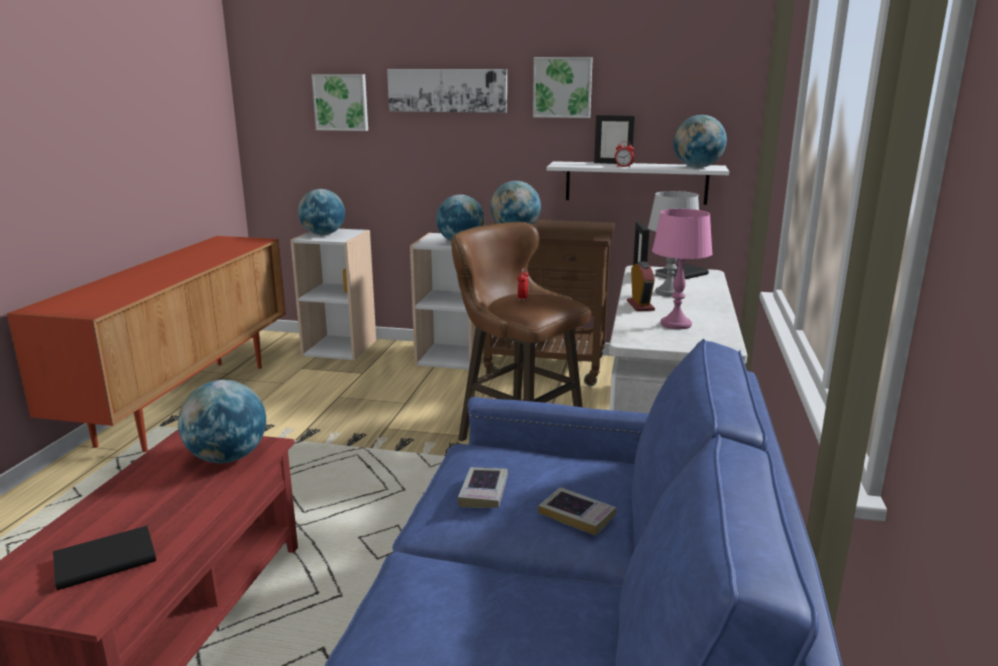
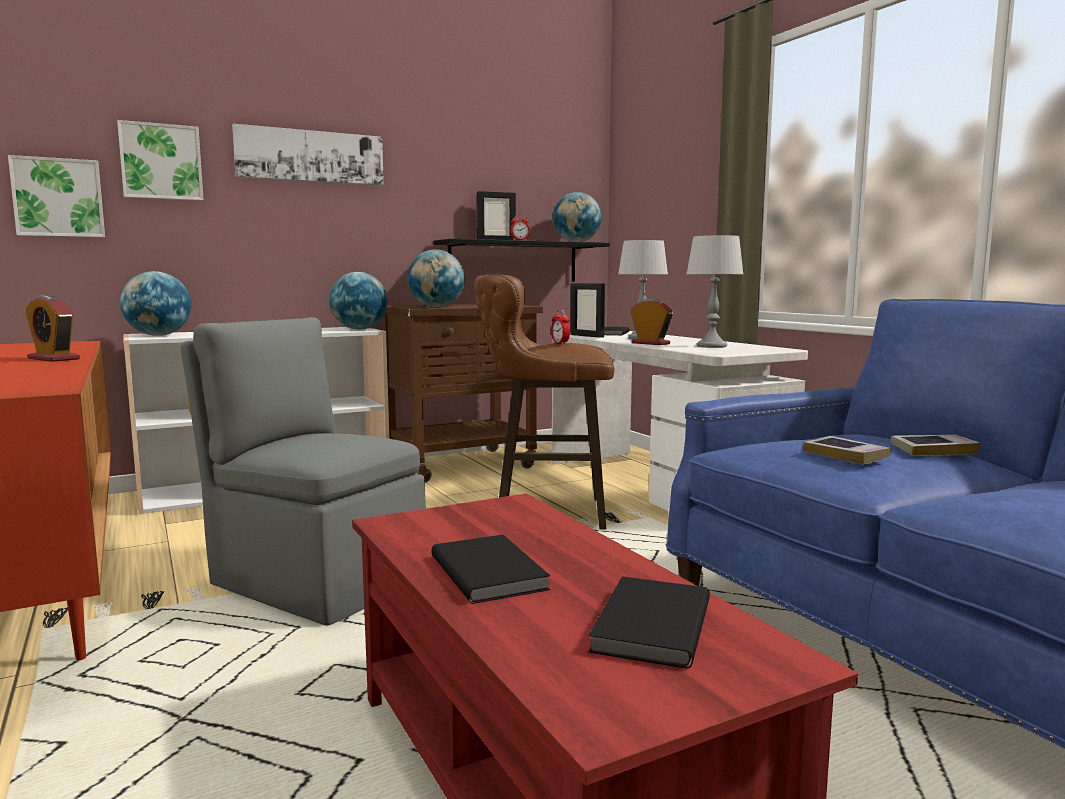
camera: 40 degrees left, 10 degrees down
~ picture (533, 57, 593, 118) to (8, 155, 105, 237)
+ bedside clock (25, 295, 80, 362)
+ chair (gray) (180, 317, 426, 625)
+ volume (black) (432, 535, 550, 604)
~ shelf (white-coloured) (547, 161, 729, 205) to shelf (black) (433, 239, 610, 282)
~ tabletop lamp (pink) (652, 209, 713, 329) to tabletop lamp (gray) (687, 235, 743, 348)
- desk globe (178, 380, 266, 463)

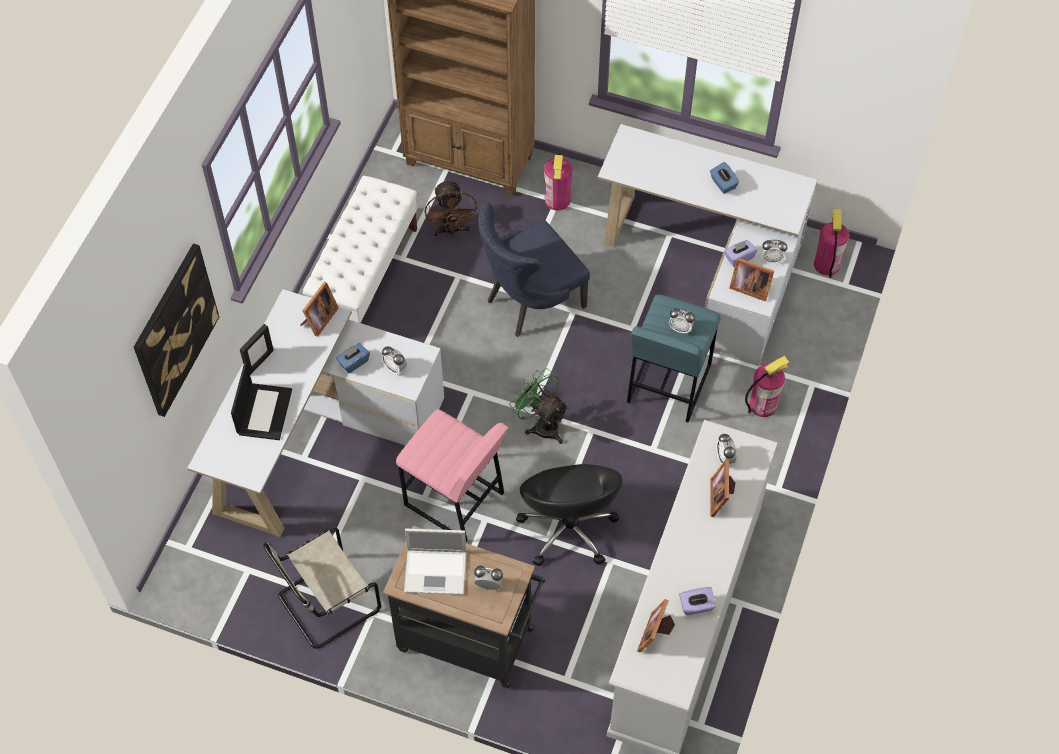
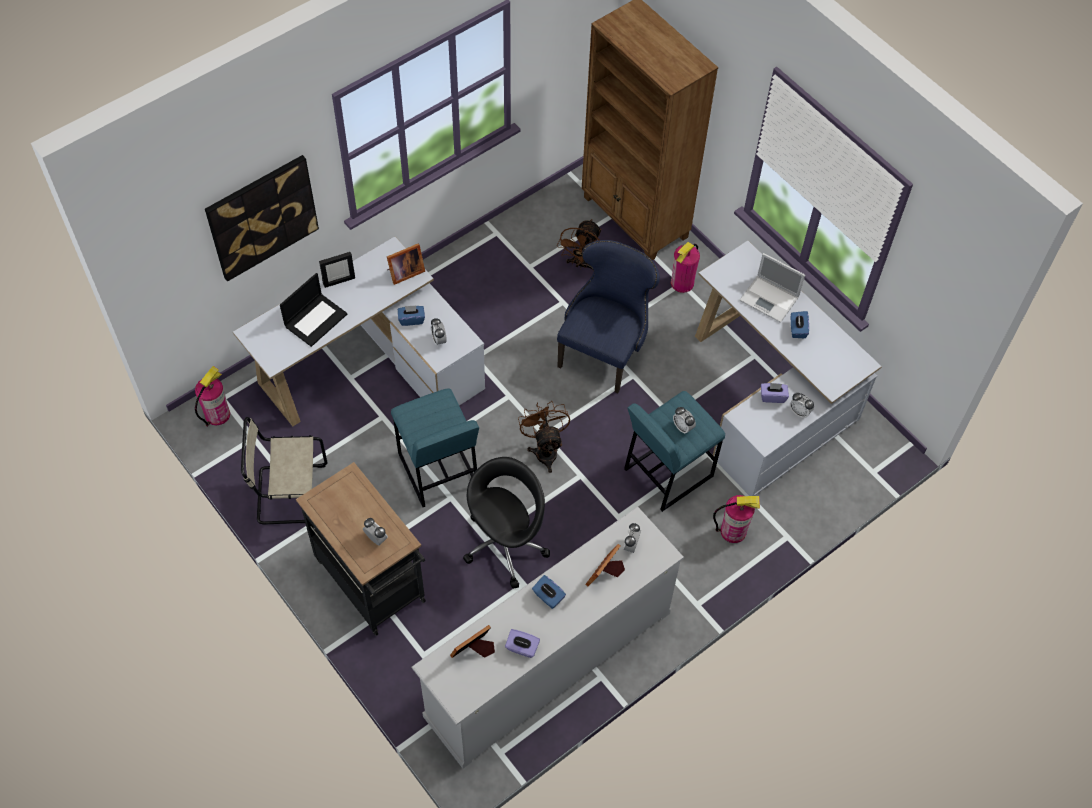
camera: 30 degrees right, 0 degrees up
~ fire extinguisher (814, 209, 849, 278) to (195, 366, 230, 427)
~ stool (pink) (396, 409, 508, 542) to stool (blue-coloured) (391, 388, 479, 507)
~ desk chair (black) (516, 464, 623, 566) = (463, 457, 550, 588) 150 degrees counterclockwise
~ fan (green) (509, 368, 568, 444) to fan (brown-coloured) (518, 401, 570, 473)
+ tissue box (blue-coloured) (532, 575, 566, 609)
~ chair (blue-coloured) (478, 202, 590, 337) = (557, 240, 660, 393) 120 degrees clockwise
~ laptop (404, 528, 466, 595) to (739, 253, 805, 323)
- long seat (white-coloured) (302, 176, 417, 323)
- photo frame (729, 258, 774, 301)

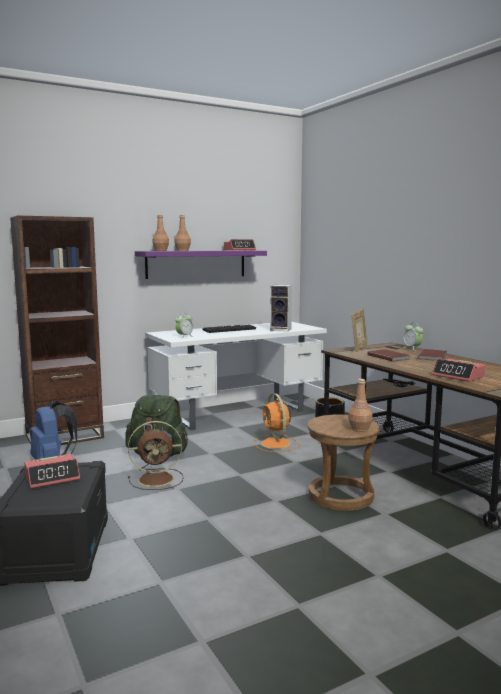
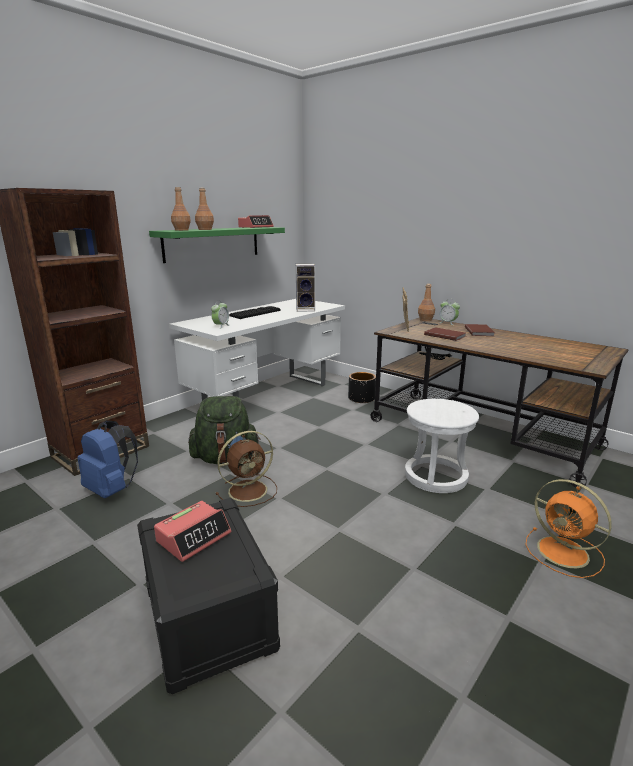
camera: 20 degrees left, 10 degrees up
~ shelf (purplish) (135, 251, 267, 279) to shelf (green) (149, 227, 285, 263)
~ stool (brown-coloured) (307, 415, 380, 511) to stool (white-coloured) (405, 399, 479, 493)
~ beverage bottle (brown-coloured) (348, 379, 373, 432) to (418, 284, 435, 321)
~ fan (orangey) (254, 393, 300, 452) to (526, 479, 612, 578)
- bedside clock (432, 359, 485, 382)

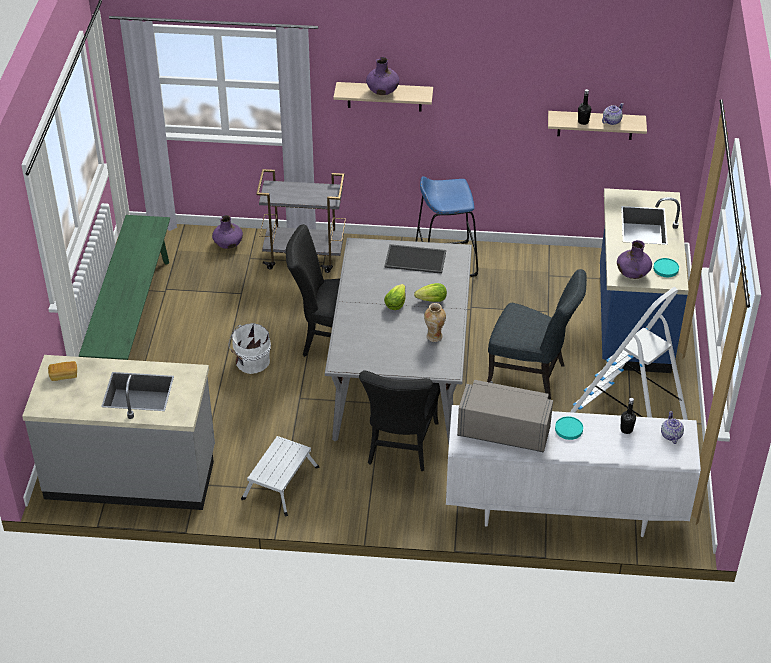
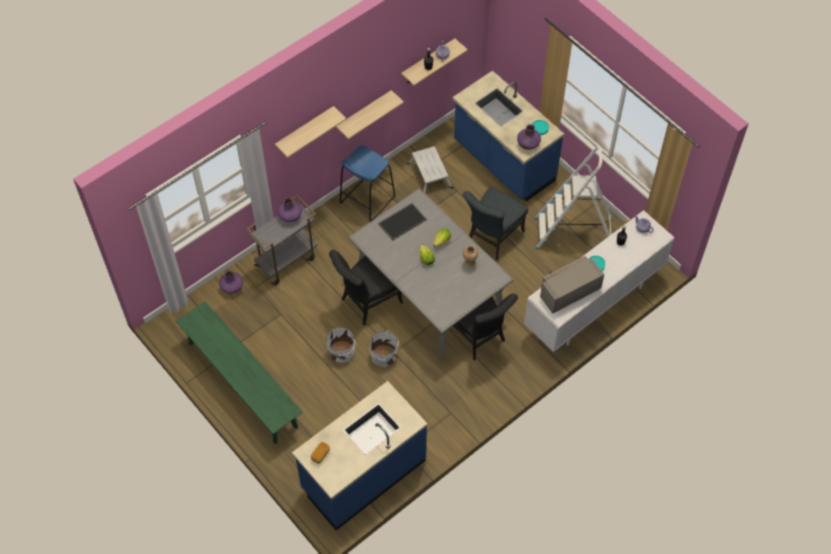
camera: 45 degrees left, 15 degrees up
~ flower vase (purplish) (366, 57, 400, 95) to (278, 198, 302, 222)
~ kitchen base unit (gray) (22, 355, 215, 510) to kitchen base unit (blue-coloured) (292, 381, 428, 530)
+ shelf (336, 90, 404, 139)
+ water bucket (white-coloured) (369, 331, 399, 367)
~ step stool (white-coloured) (241, 436, 320, 517) to (407, 146, 453, 193)
~ chair (gray) (487, 269, 587, 399) = (463, 187, 528, 260) 150 degrees clockwise

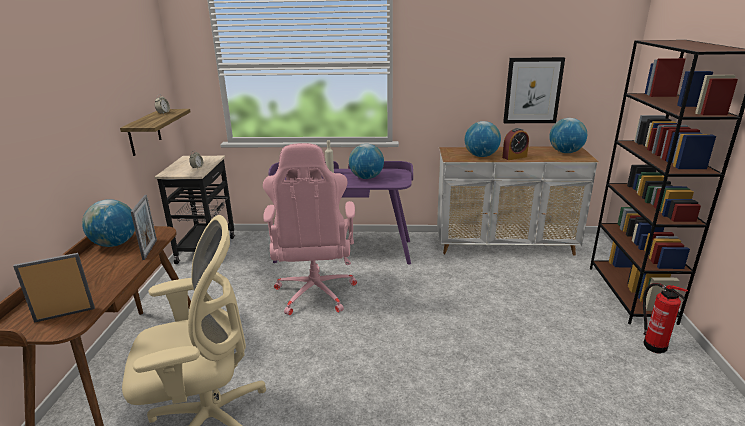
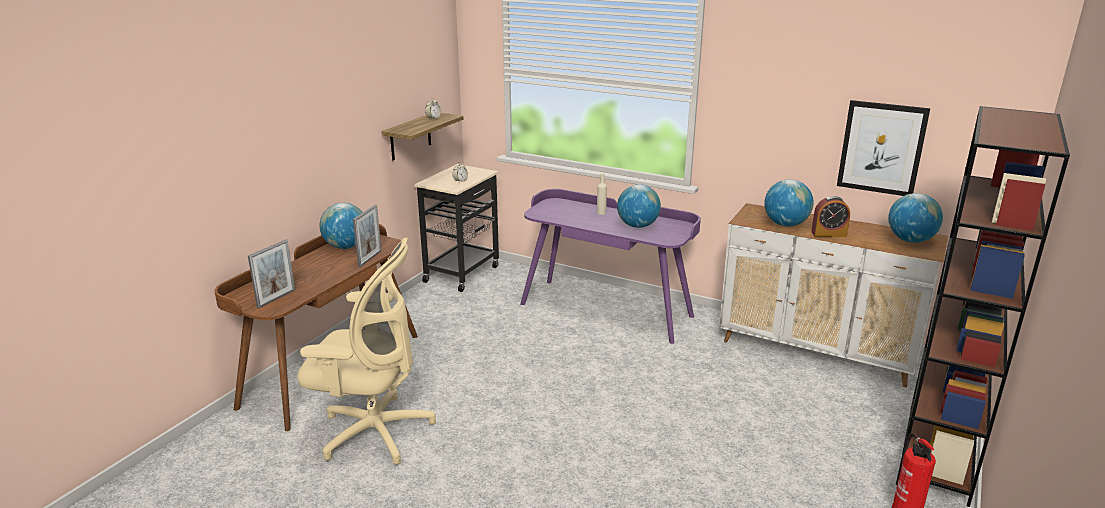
camera: 25 degrees right, 0 degrees up
~ photo frame (13, 253, 95, 323) = (248, 239, 295, 308) 120 degrees clockwise
- desk chair (pink) (263, 143, 357, 315)

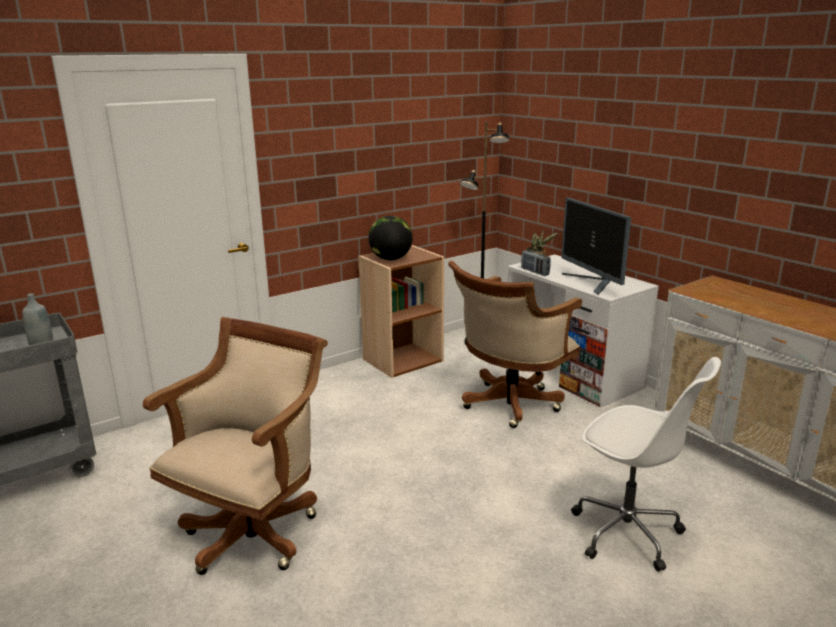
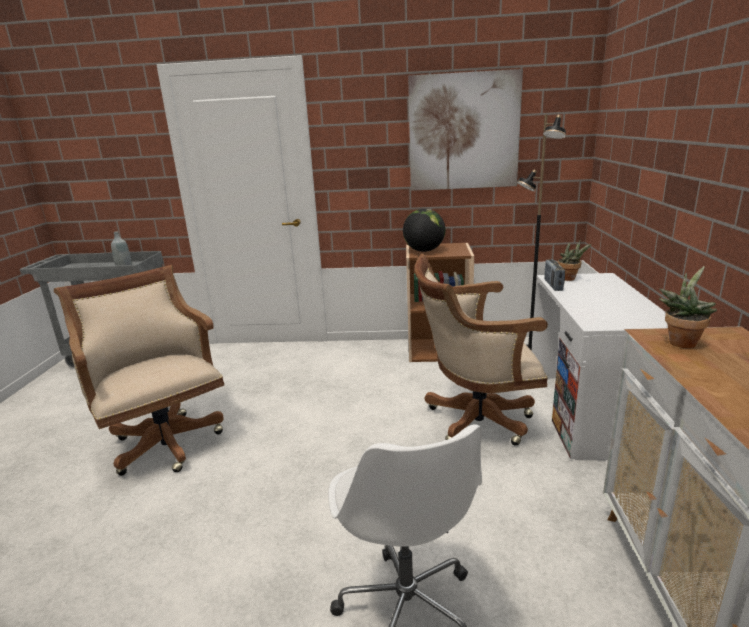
camera: 40 degrees right, 0 degrees up
~ desk chair (143, 317, 328, 575) = (54, 265, 224, 476) 105 degrees counterclockwise
+ picture (408, 69, 523, 191)
+ houseplant (659, 266, 717, 348)
- computer display (561, 197, 631, 295)

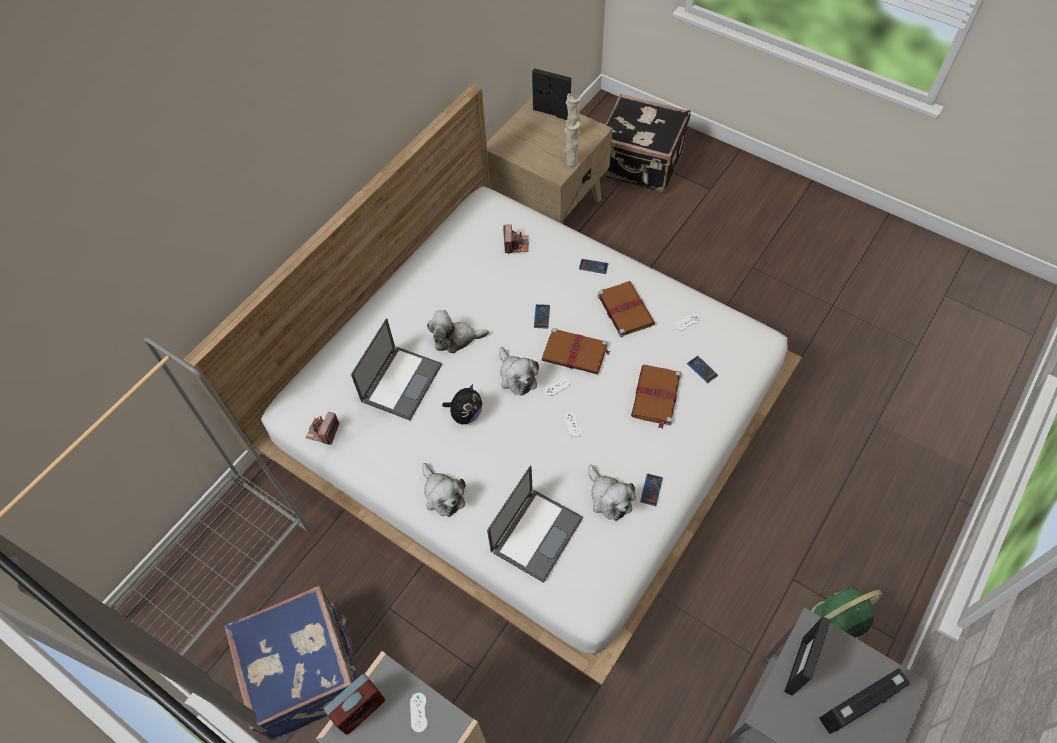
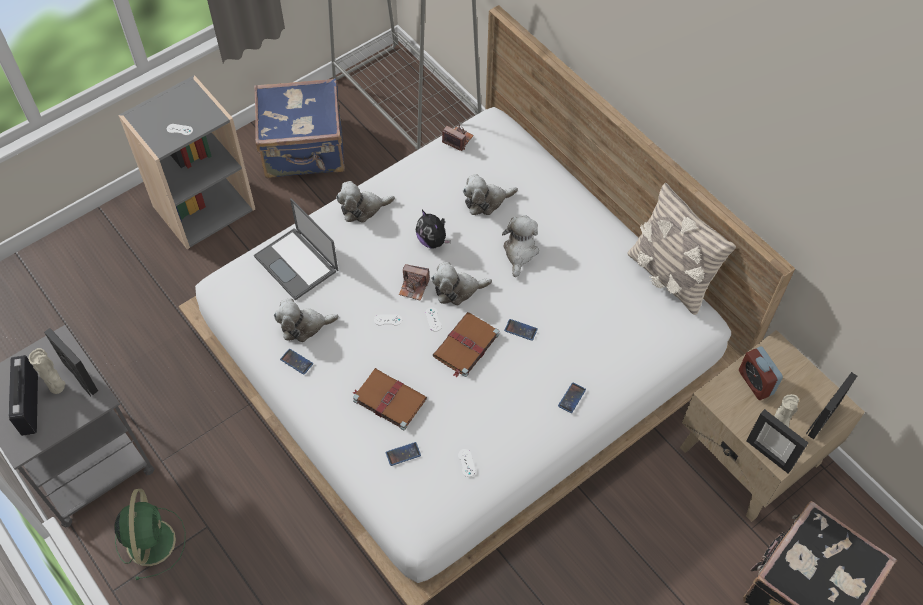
camera: 105 degrees right, 0 degrees up
~ flower vase (beige) (564, 121, 580, 167) to (29, 348, 66, 394)
~ photo camera (503, 224, 529, 254) to (399, 264, 430, 301)
~ laptop (351, 318, 442, 420) to cuddly toy (463, 174, 518, 215)
+ cushion (beige) (627, 183, 736, 315)
~ bedside clock (324, 674, 385, 735) to (739, 346, 783, 400)
+ photo frame (747, 409, 808, 473)
- volume (brown-coloured) (597, 281, 655, 337)

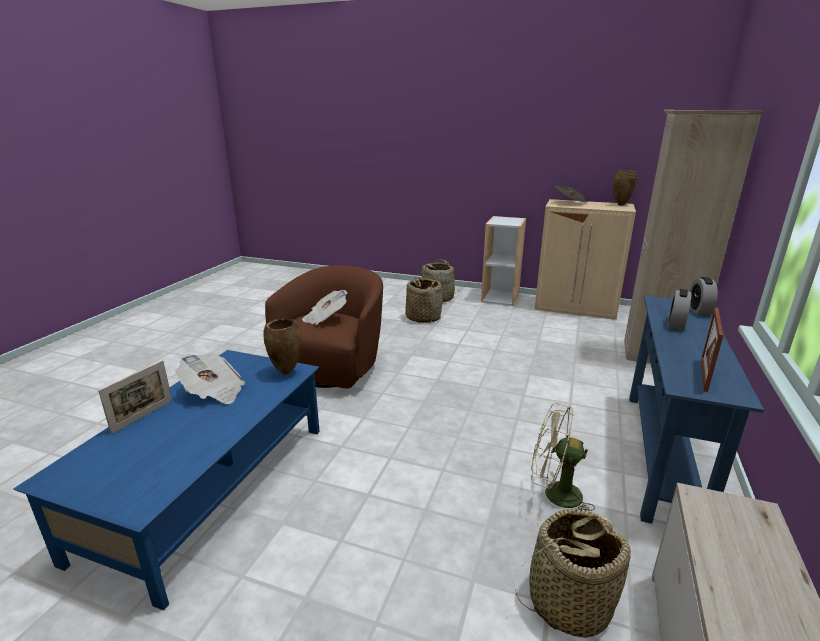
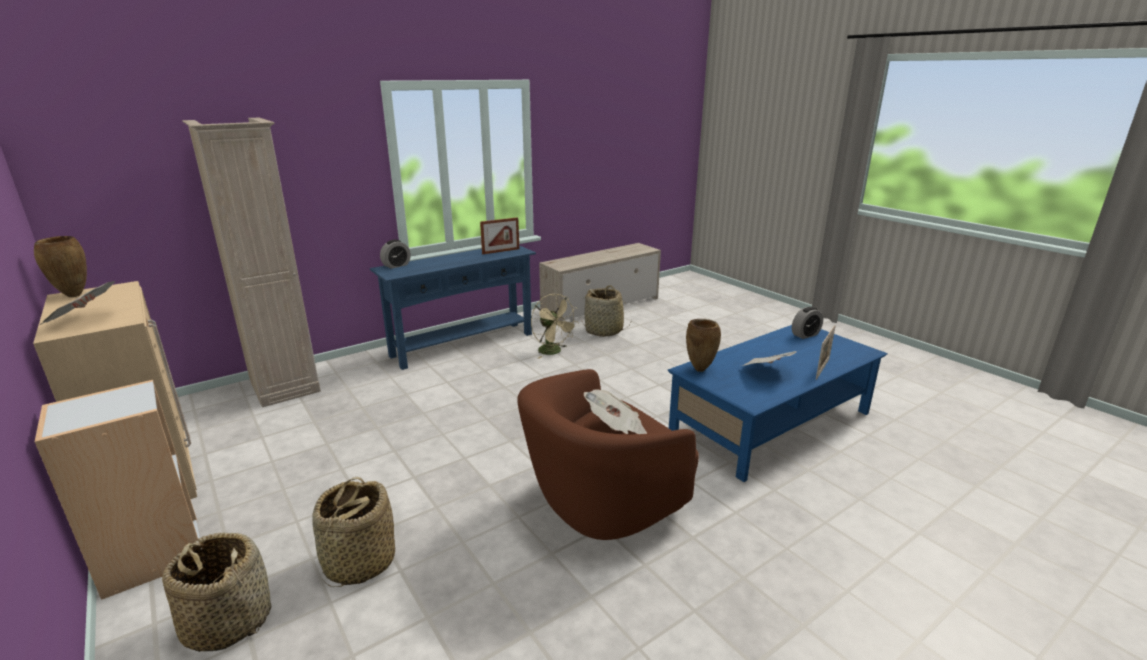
camera: 145 degrees left, 0 degrees up
~ bedside clock (668, 289, 691, 330) to (792, 307, 823, 339)
~ photo frame (98, 360, 172, 434) = (816, 325, 836, 380) 150 degrees clockwise

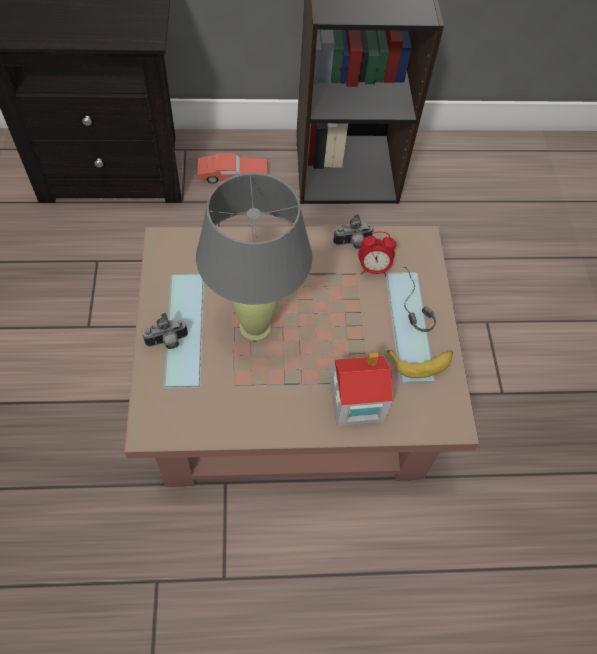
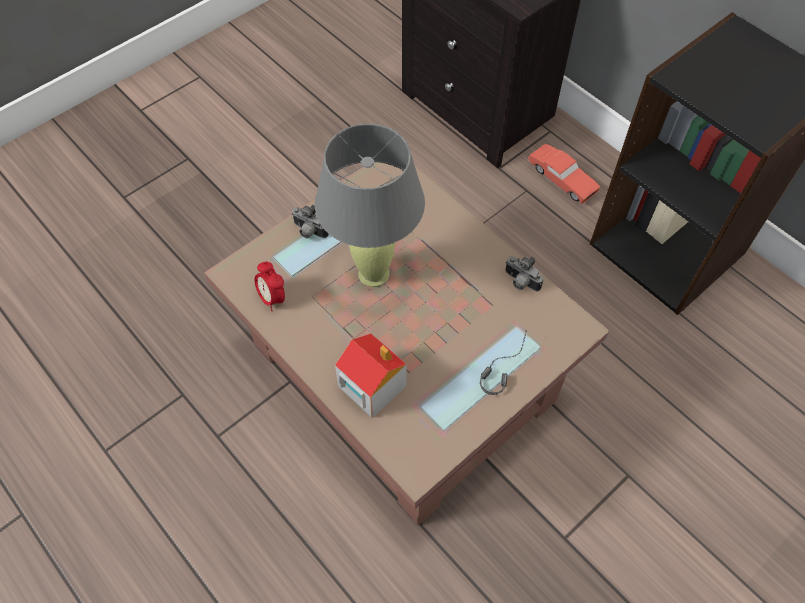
camera: 55 degrees right, 0 degrees up
~ bedside clock (358, 231, 396, 276) to (255, 261, 285, 311)
- whole banana (386, 350, 453, 378)

